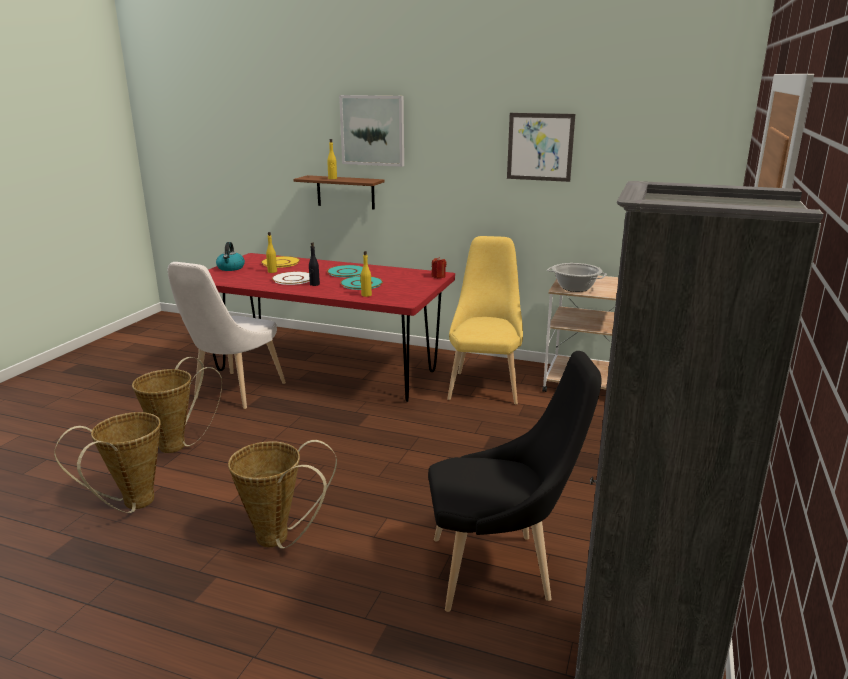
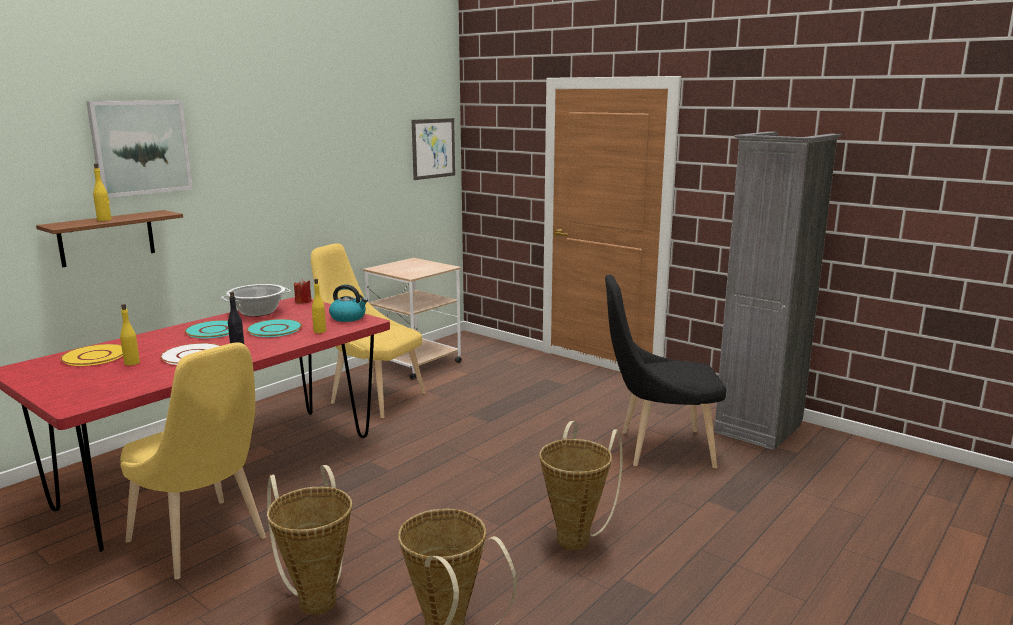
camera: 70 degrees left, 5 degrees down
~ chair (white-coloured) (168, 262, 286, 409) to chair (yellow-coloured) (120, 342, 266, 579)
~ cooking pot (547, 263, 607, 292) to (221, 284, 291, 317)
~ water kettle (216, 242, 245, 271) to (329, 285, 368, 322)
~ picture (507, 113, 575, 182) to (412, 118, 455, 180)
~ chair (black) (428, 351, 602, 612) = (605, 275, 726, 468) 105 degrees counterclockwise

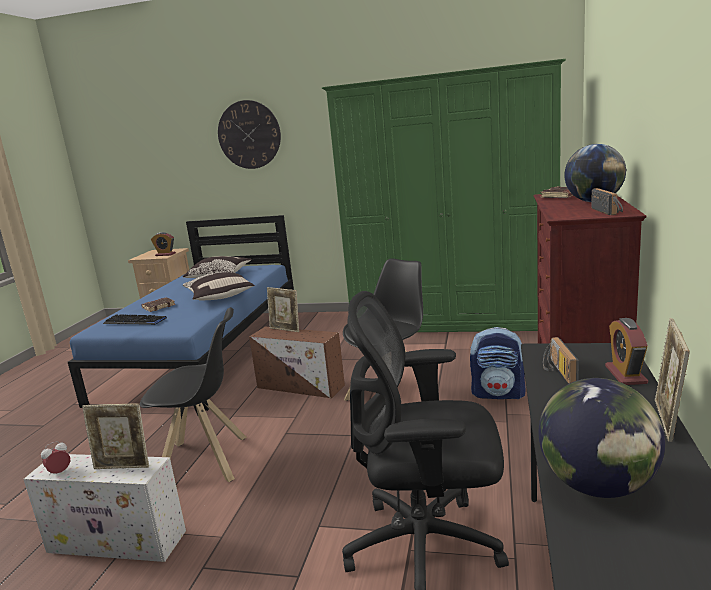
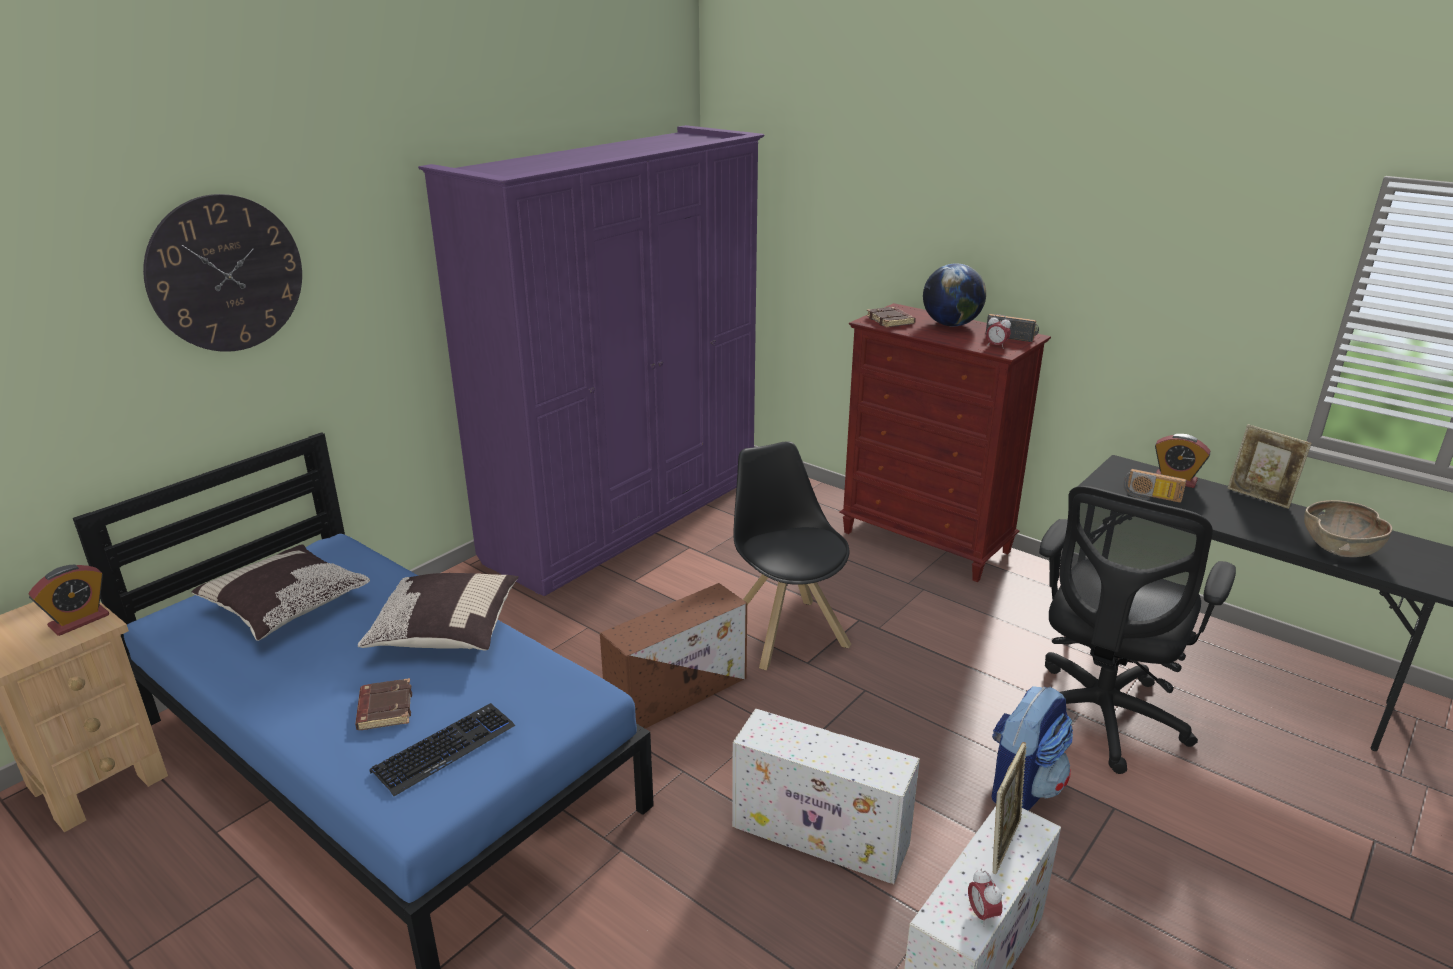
camera: 65 degrees left, 10 degrees up
~ armoire (green) (322, 59, 566, 332) to armoire (purplish) (418, 125, 765, 596)
~ chair (black) (140, 307, 247, 482) to storage box (white-coloured) (732, 709, 920, 884)
+ bedside clock (986, 314, 1011, 349)
~ backpack (470, 327, 526, 399) to (991, 686, 1073, 811)
~ desk globe (538, 378, 665, 498) to bowl (brown-coloured) (1304, 500, 1392, 557)
- photo frame (267, 287, 299, 332)

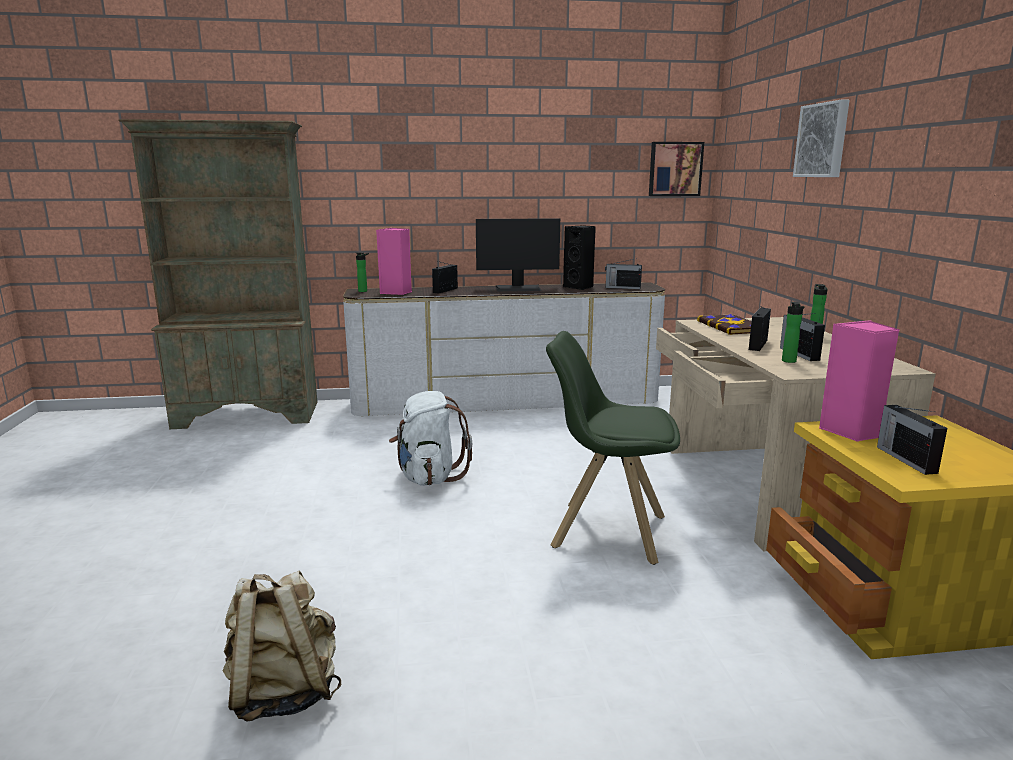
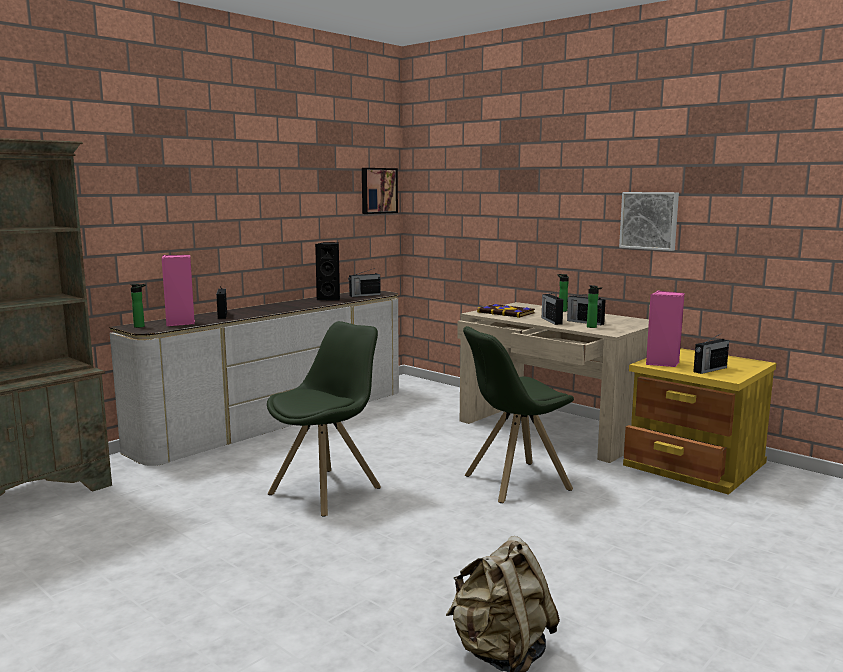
camera: 40 degrees left, 5 degrees down
~ backpack (white-coloured) (389, 391, 472, 486) to chair (green) (267, 321, 381, 517)
~ picture (793, 100, 850, 177) to (619, 192, 679, 251)
~ radio receiver (877, 405, 947, 475) = (693, 333, 729, 374) 75 degrees counterclockwise
- computer display (476, 218, 560, 291)

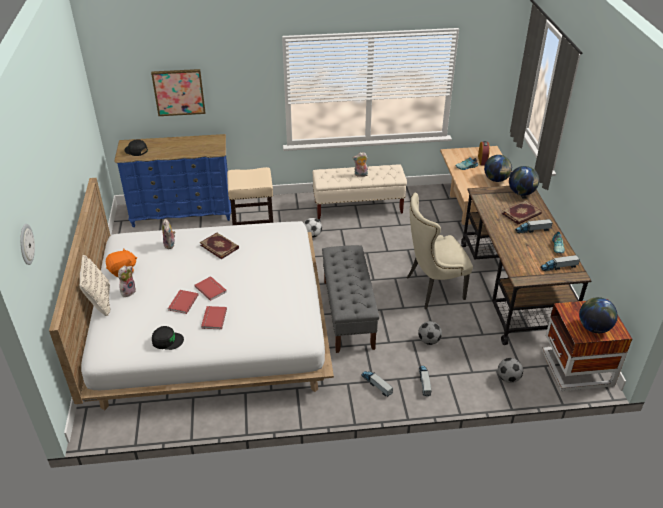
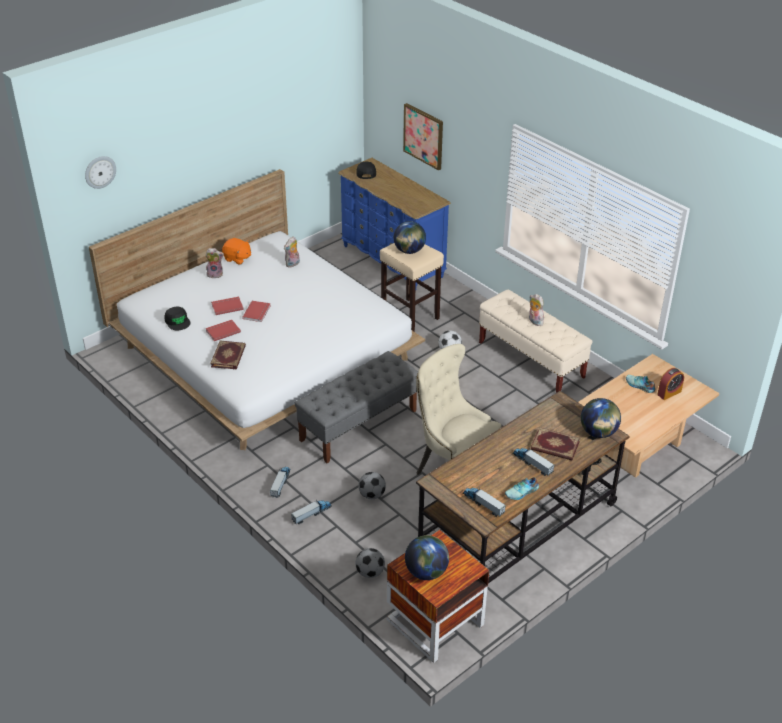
camera: 55 degrees right, 0 degrees up
~ volume (200, 233, 239, 259) to (210, 341, 246, 369)
~ desk globe (484, 155, 512, 182) to (394, 221, 426, 254)
- cushion (beige) (79, 255, 110, 316)

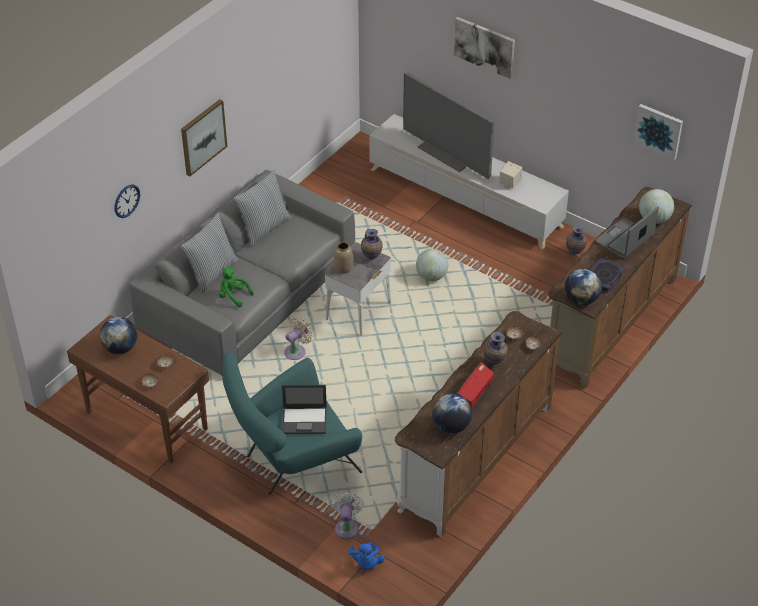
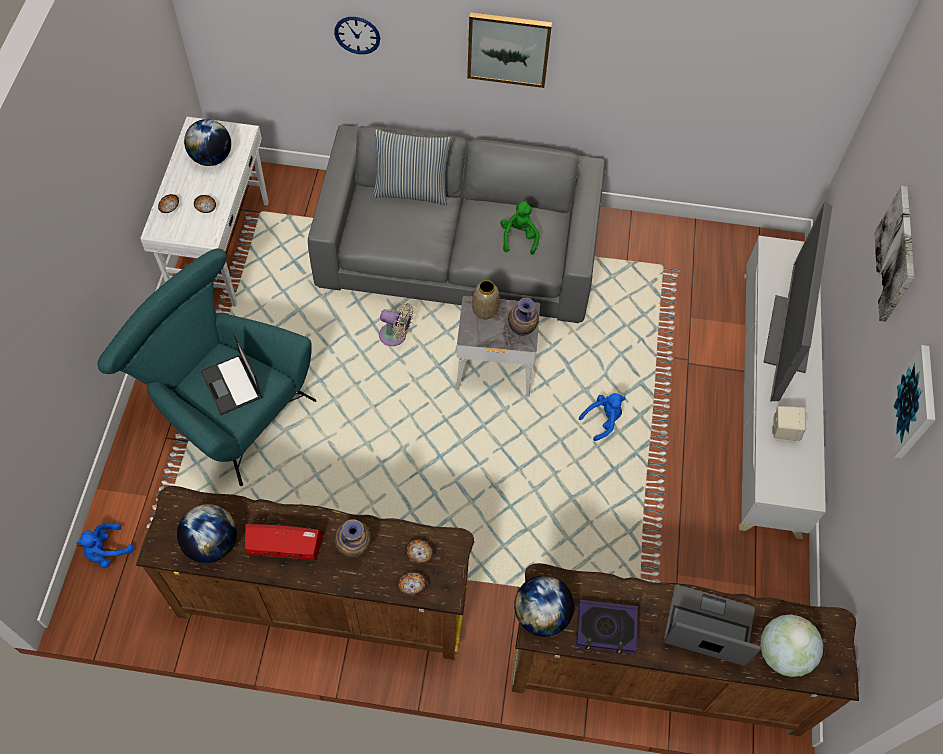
camera: 60 degrees right, 15 degrees up
~ storage cabinet (white-coloured) (395, 311, 562, 537) to storage cabinet (yellow-coloured) (136, 486, 474, 660)
~ console table (brown-coloured) (67, 315, 209, 464) to console table (white-coloured) (140, 117, 268, 307)
~ cuddly toy (green) (219, 267, 254, 307) to (500, 201, 539, 255)
~ desk globe (416, 249, 449, 281) to cuddly toy (blue-coloured) (579, 393, 625, 441)
~ picture (633, 104, 683, 160) to (890, 345, 935, 458)
- cushion (234, 169, 291, 247)
- fan (white-coloured) (331, 492, 364, 539)
- flower vase (566, 226, 587, 255)

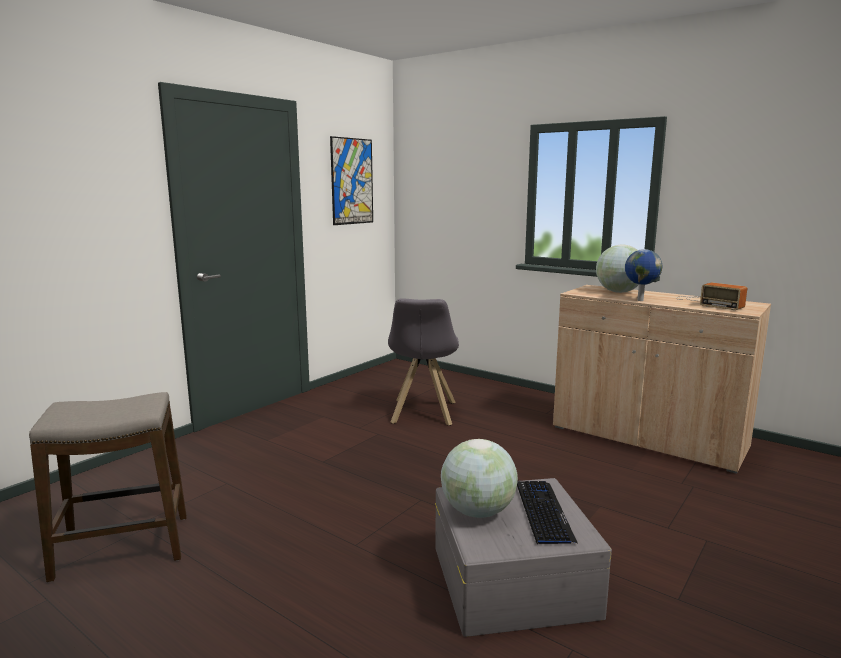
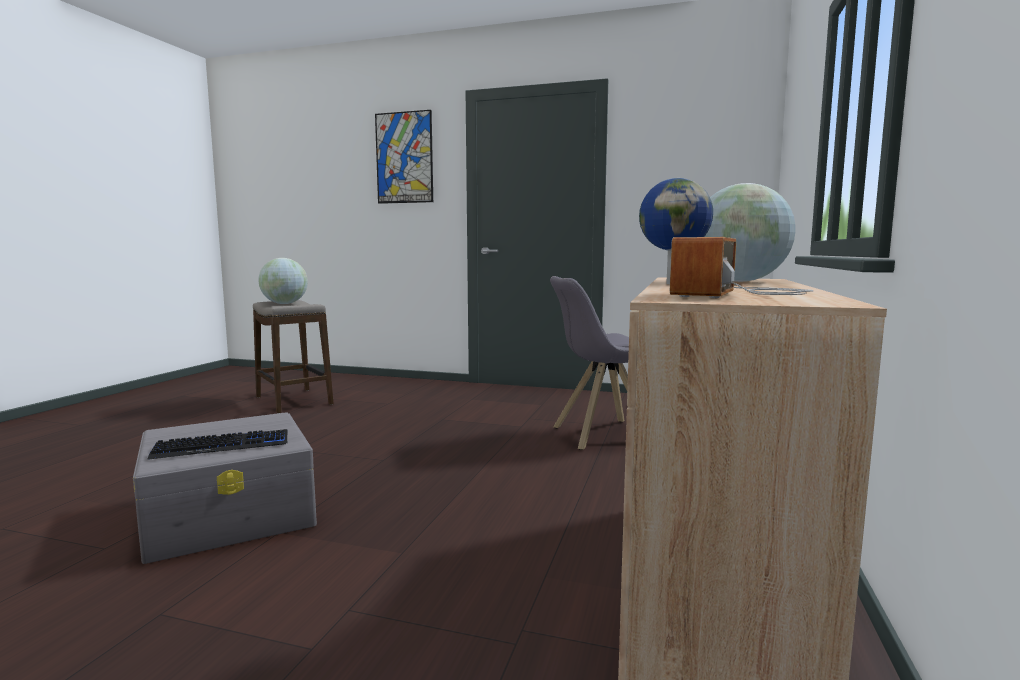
camera: 70 degrees right, 5 degrees down
~ desk globe (441, 439, 518, 518) to (258, 258, 308, 304)
~ picture (330, 136, 373, 225) to (375, 110, 433, 204)

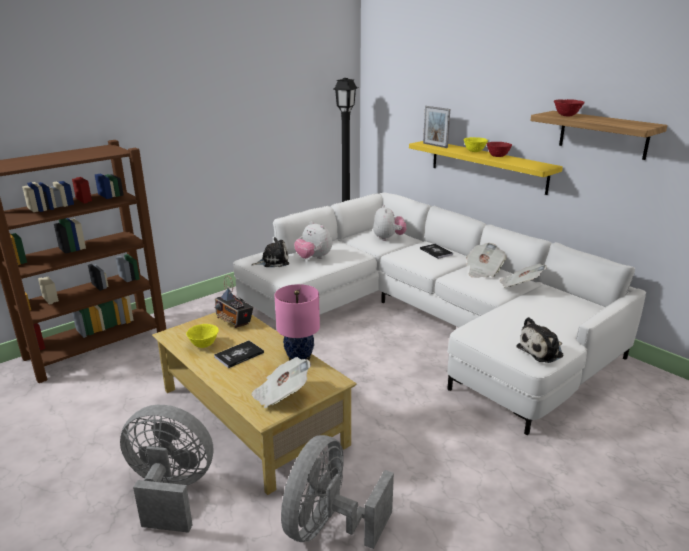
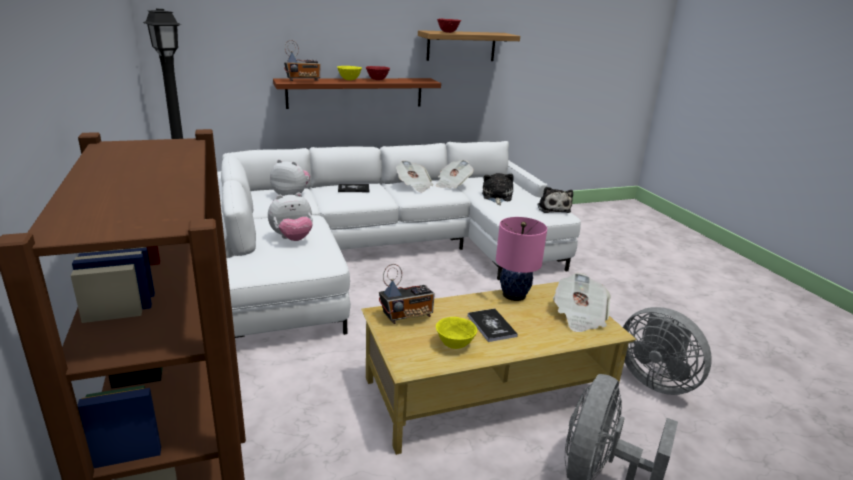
camera: 70 degrees left, 0 degrees up
~ shelf (yellow-coloured) (409, 141, 563, 195) to shelf (brown-coloured) (273, 78, 441, 109)
~ photo frame (423, 106, 450, 148) to radio receiver (284, 40, 321, 81)
~ cuddly toy (252, 237, 289, 267) to (482, 173, 514, 205)

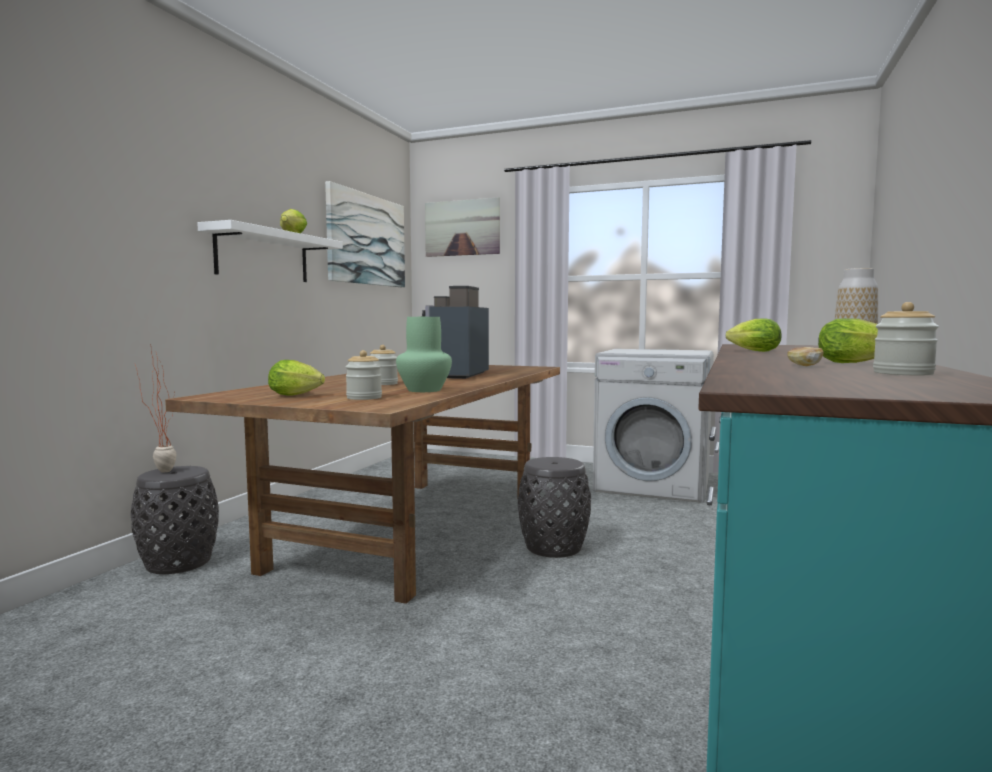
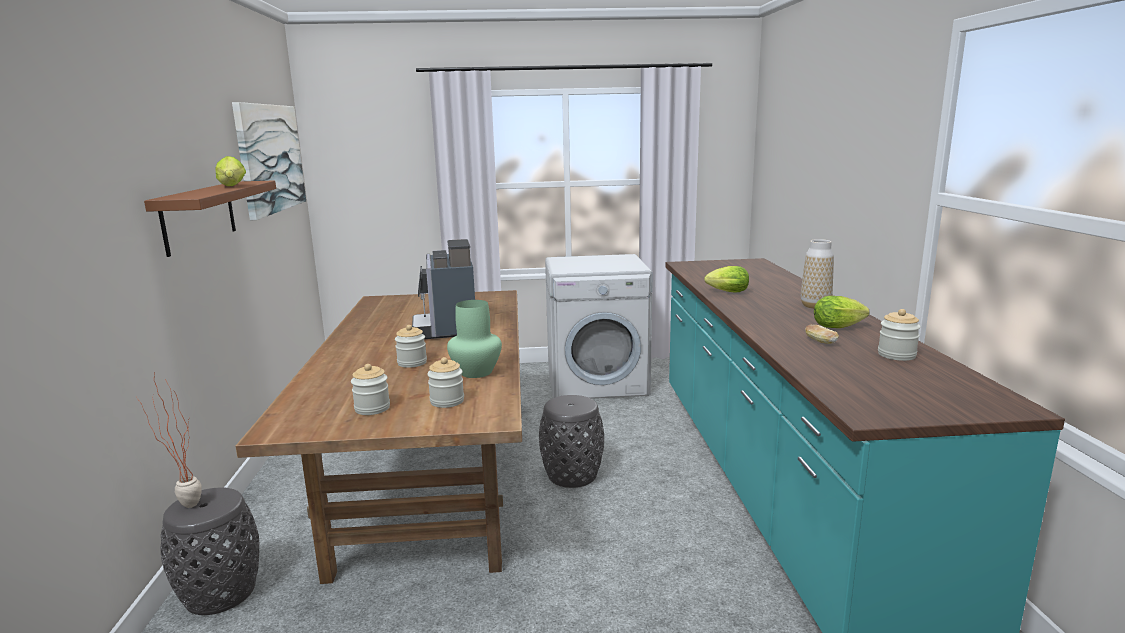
camera: 25 degrees left, 10 degrees up
~ shelf (white-coloured) (197, 220, 343, 282) to shelf (brown-coloured) (144, 180, 276, 257)
~ lettuce (268, 360, 325, 396) to storage jar (351, 364, 390, 415)
- picture (425, 197, 500, 257)

